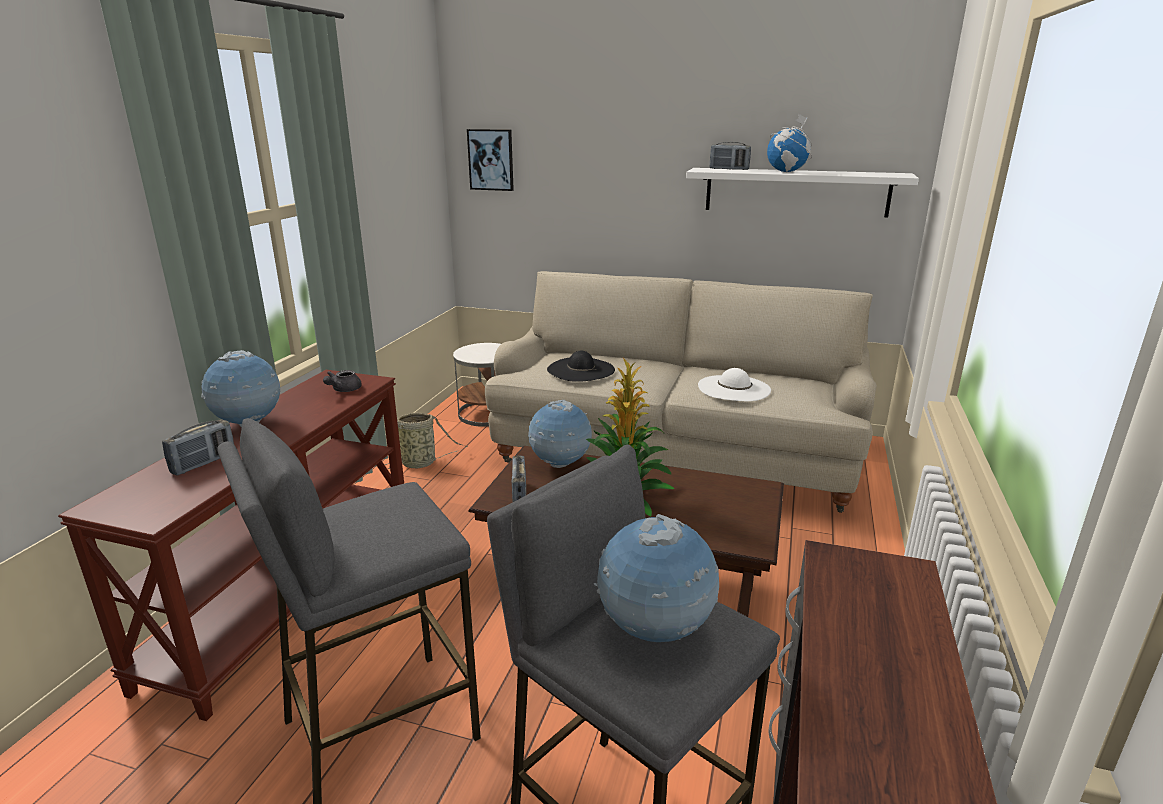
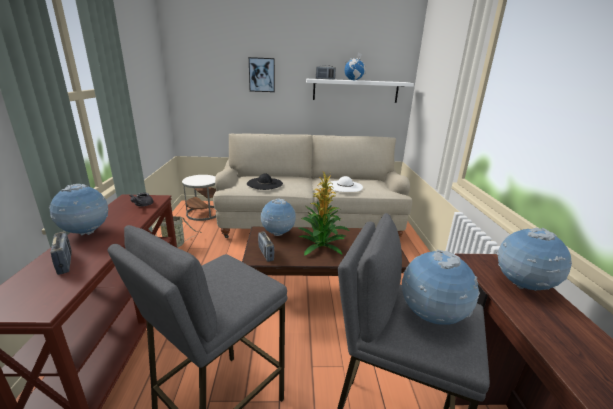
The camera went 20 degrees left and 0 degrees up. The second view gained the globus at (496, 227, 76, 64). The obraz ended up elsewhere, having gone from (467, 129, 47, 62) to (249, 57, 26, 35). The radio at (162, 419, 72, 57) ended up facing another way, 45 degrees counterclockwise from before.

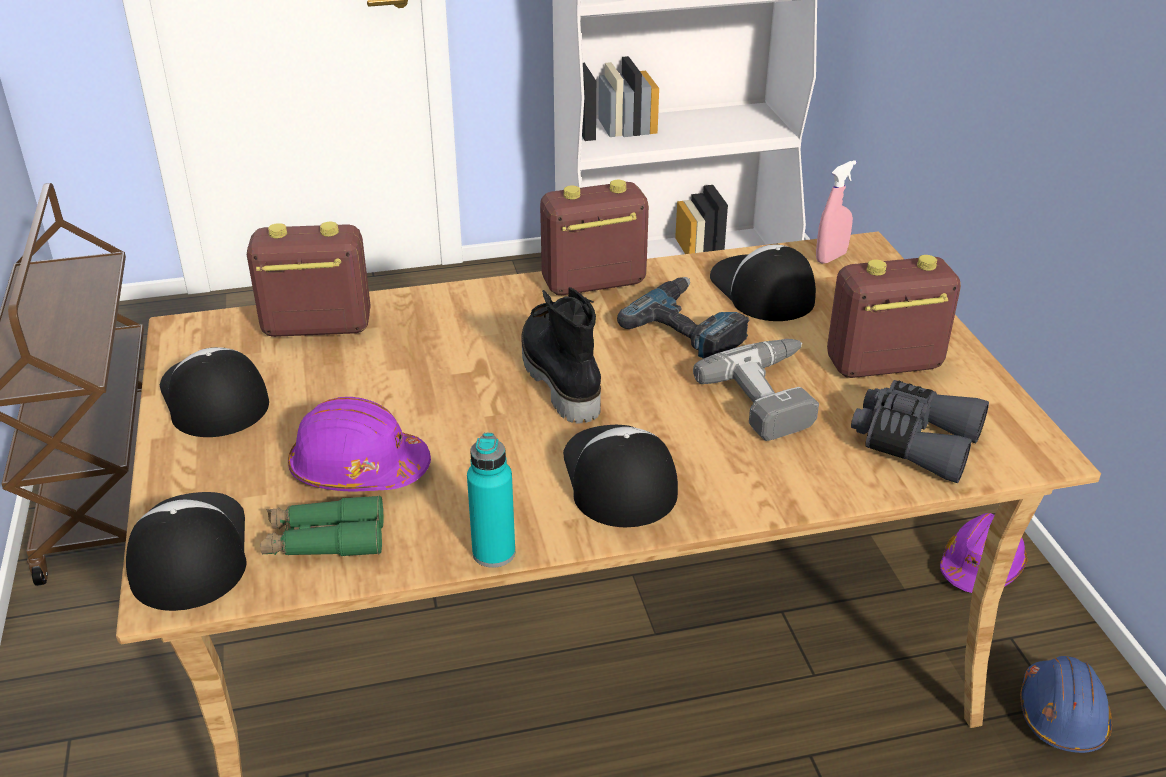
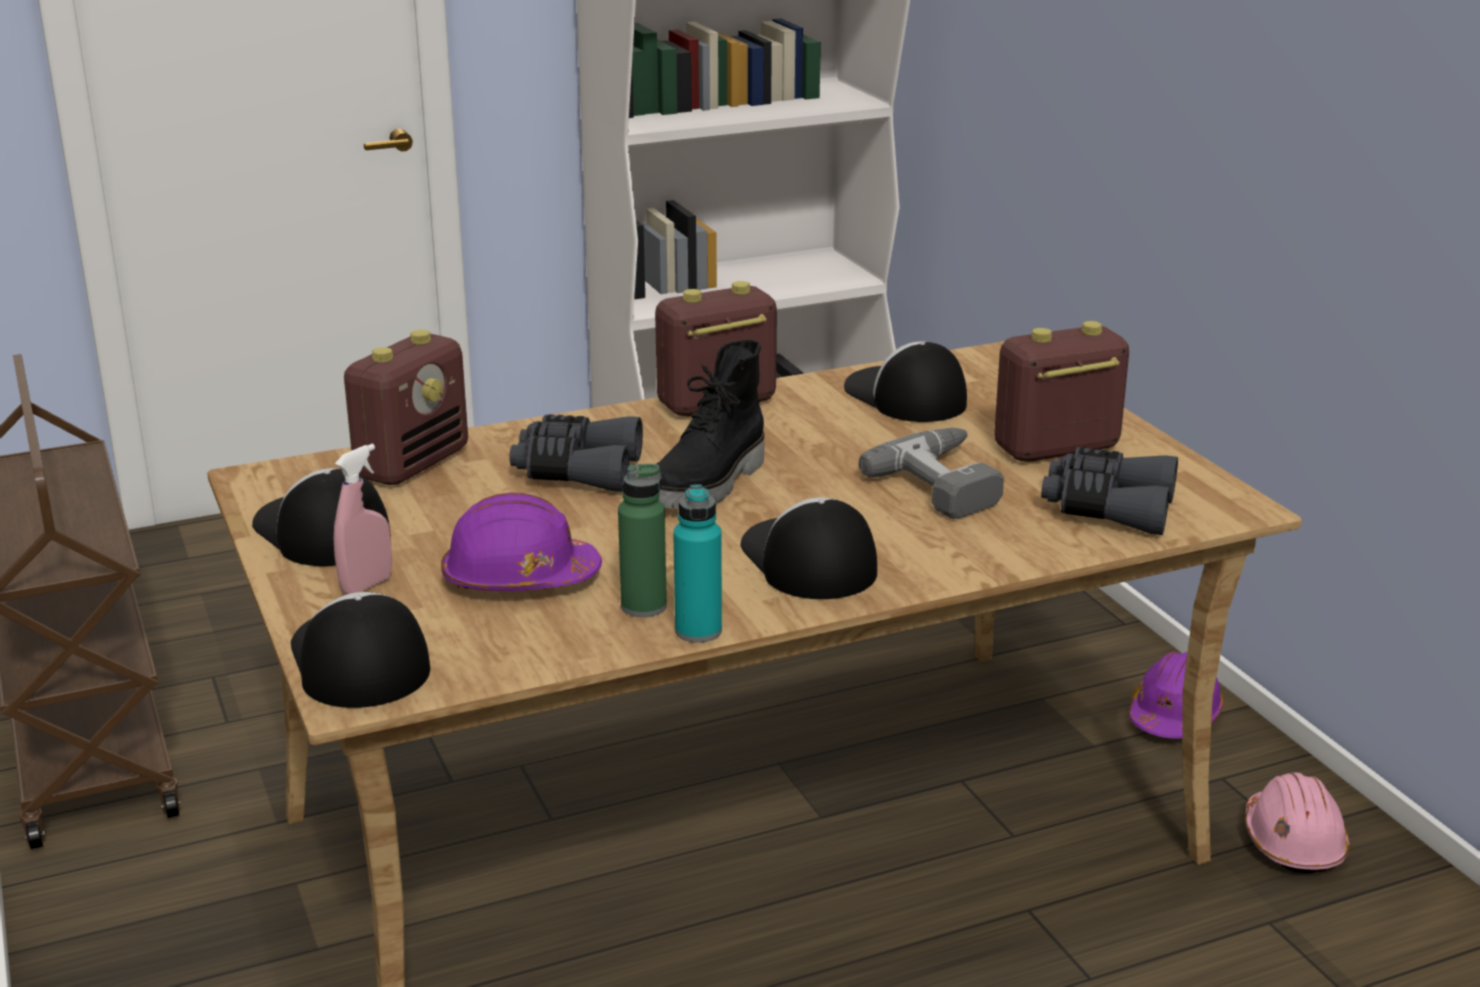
The camera went 10 degrees left and 10 degrees down. The second view lost the lornetka/zielony at (260, 495, 123, 61). The second view lost the wiertarka at (617, 277, 133, 82). The second view gained the lornetka/szary at (510, 414, 133, 78). The second view gained the butelka/zielony at (618, 464, 49, 153). The spryskiwacz/różowy ended up elsewhere, having gone from (816, 160, 40, 104) to (334, 444, 58, 150). What was the kask/niebieski at (1020, 656, 92, 97) turned into the kask/różowy at (1245, 773, 105, 100). The radio at (247, 222, 124, 115) ended up facing another way, 135 degrees clockwise from before. The but z cholewką/czarny at (521, 287, 80, 137) ended up facing another way, 120 degrees counterclockwise from before.

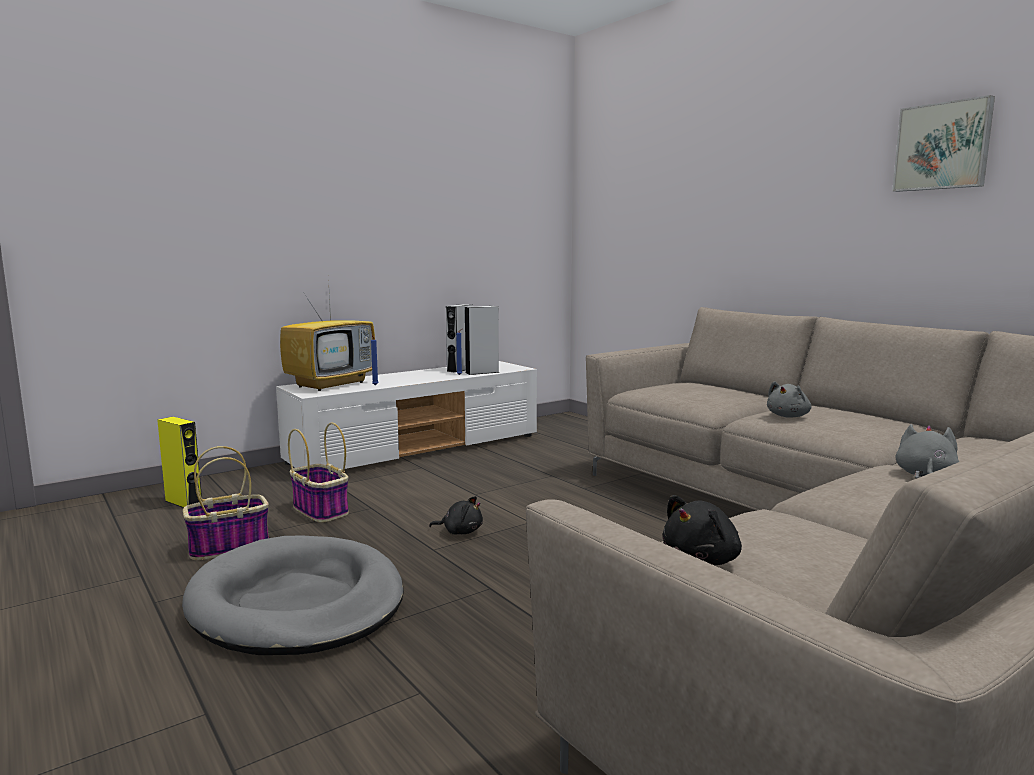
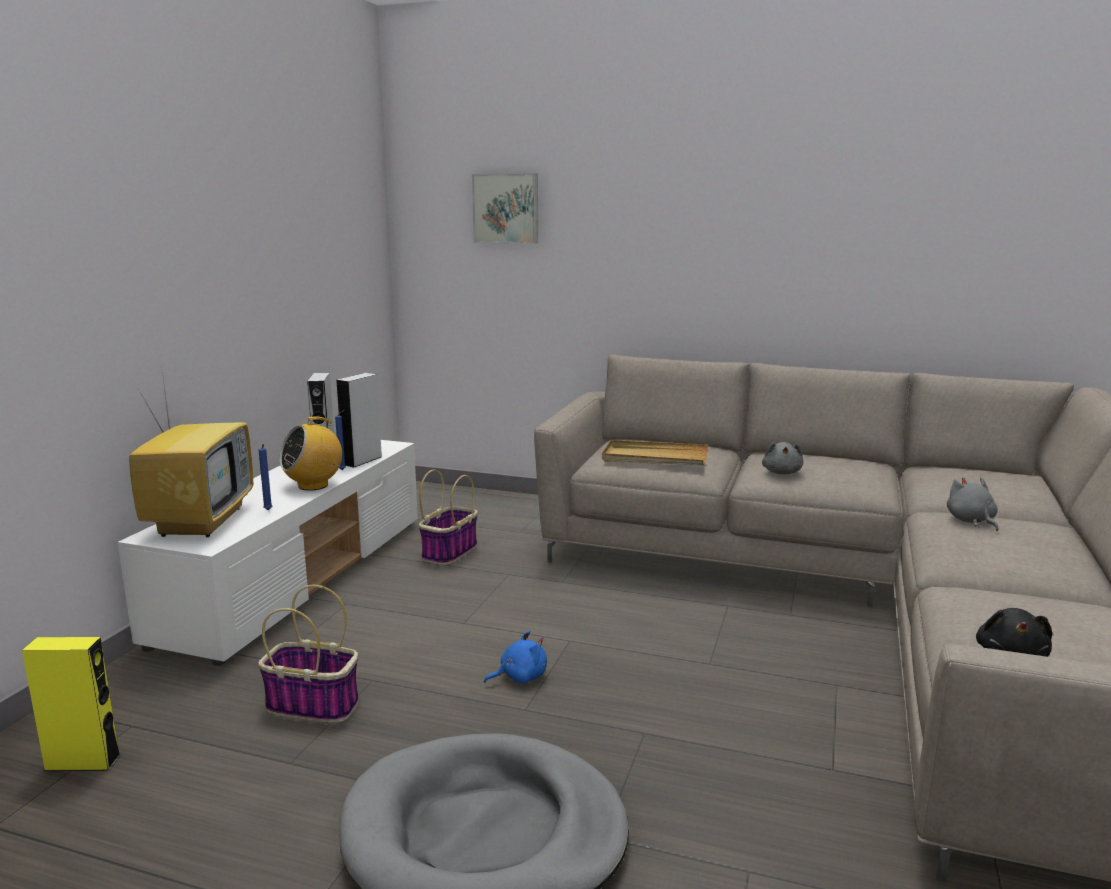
The camera went 35 degrees left and 5 degrees up. The second view gained the radio at (279, 416, 63, 75). The second view gained the taca/beżowy at (602, 440, 106, 25). The koszyk ended up elsewhere, having gone from (183, 446, 86, 114) to (419, 469, 59, 96). The obraz ended up elsewhere, having gone from (892, 95, 103, 97) to (472, 174, 66, 70). What was the pluszak/czarny at (429, 496, 54, 38) turned into the pluszak/niebieski at (484, 631, 63, 53).

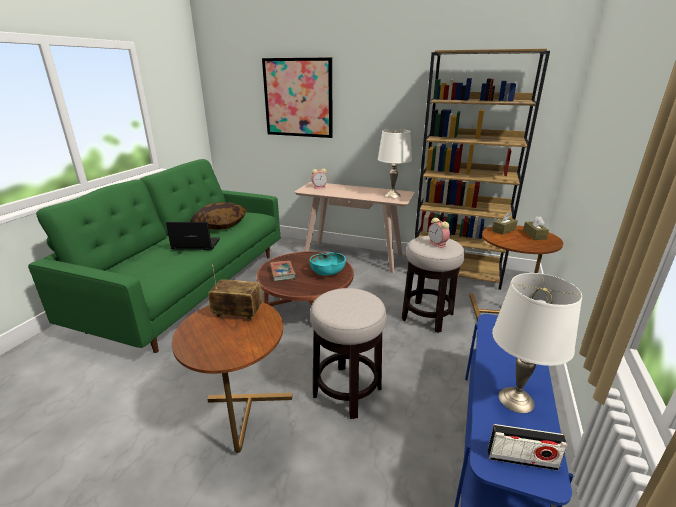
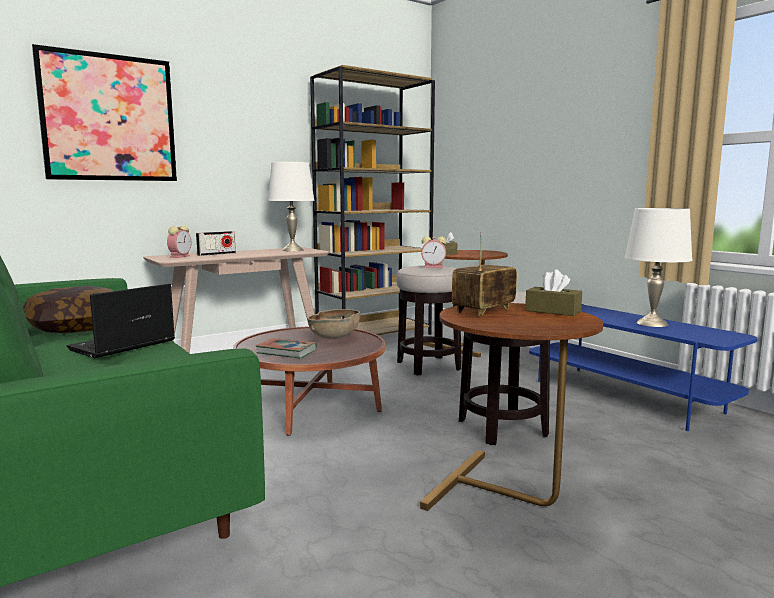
The camera went 55 degrees left and 15 degrees down. The radio ended up elsewhere, having gone from (488, 424, 79, 47) to (196, 231, 40, 25). The pudełko chusteczek/brązowy ended up elsewhere, having gone from (523, 216, 26, 24) to (525, 269, 57, 47). What was the miska/turkusowy at (310, 252, 36, 24) turned into the miska/brązowy at (307, 309, 53, 30).

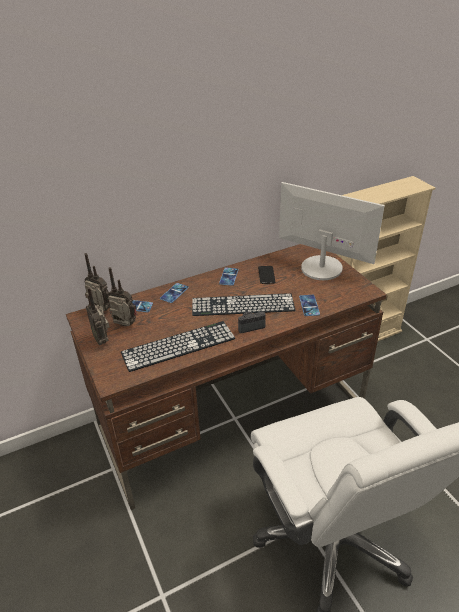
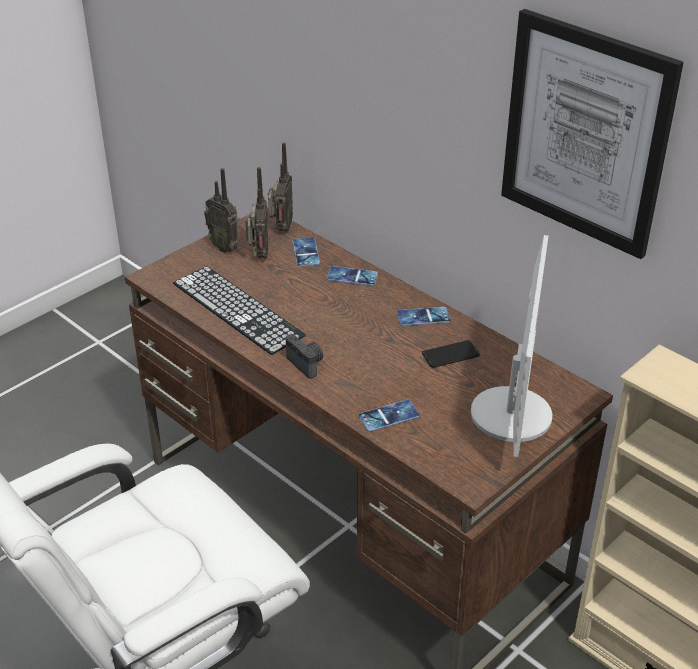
The camera went 70 degrees right and 0 degrees up. The second view lost the klawiatura at (192, 293, 103, 23). The second view gained the obraz at (501, 9, 183, 250). The radio at (86, 287, 24, 58) ended up facing another way, 90 degrees counterclockwise from before.

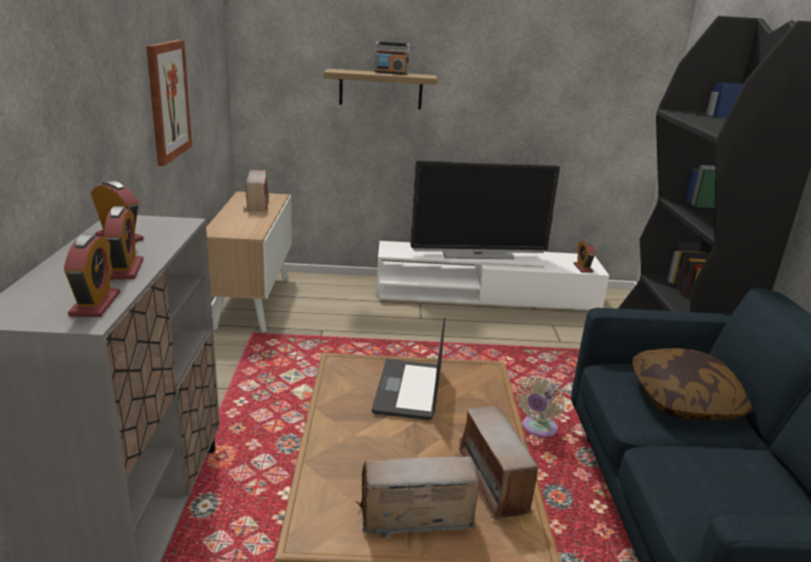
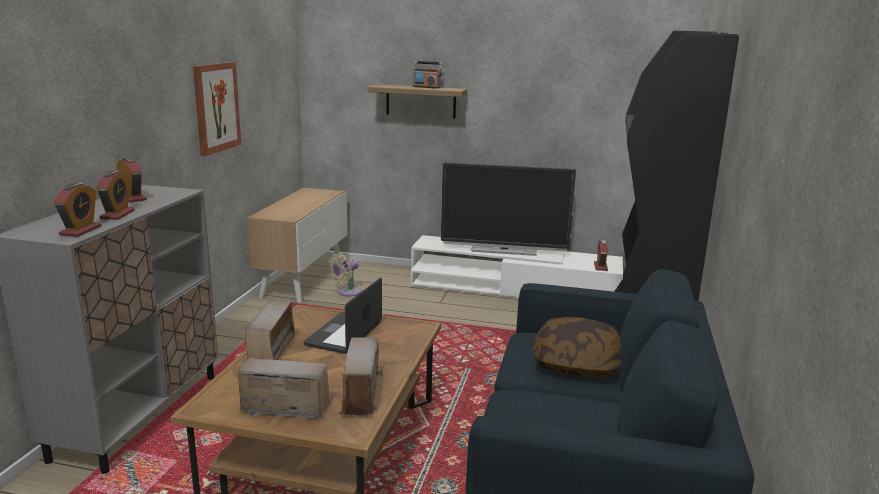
The camera went 15 degrees right and 5 degrees down. The radio ended up elsewhere, having gone from (244, 170, 25, 42) to (243, 300, 55, 63). The wentylator/beżowy ended up elsewhere, having gone from (516, 376, 48, 61) to (329, 253, 32, 44).

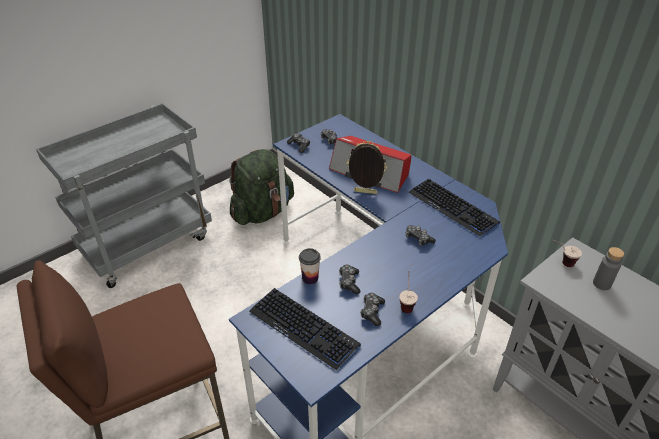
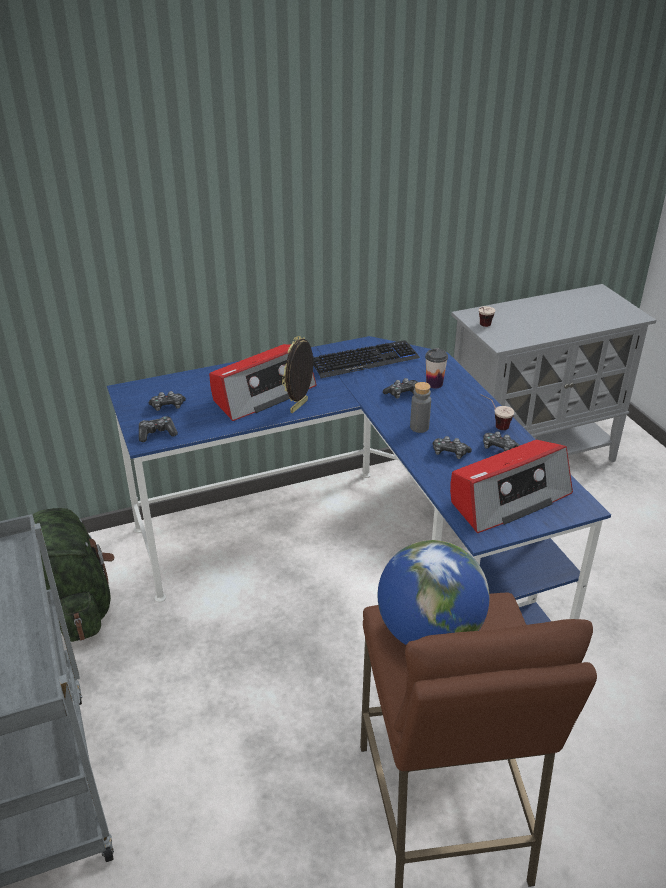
The camera went 70 degrees left and 5 degrees down. The second view gained the globus at (378, 540, 111, 105). The filiżanka ended up elsewhere, having gone from (299, 248, 22, 36) to (425, 349, 23, 40). The butelka/szary ended up elsewhere, having gone from (593, 247, 31, 43) to (410, 382, 21, 51). Where the klawiatura stood at (249, 288, 112, 83), the radio came to stand at (450, 440, 123, 93).

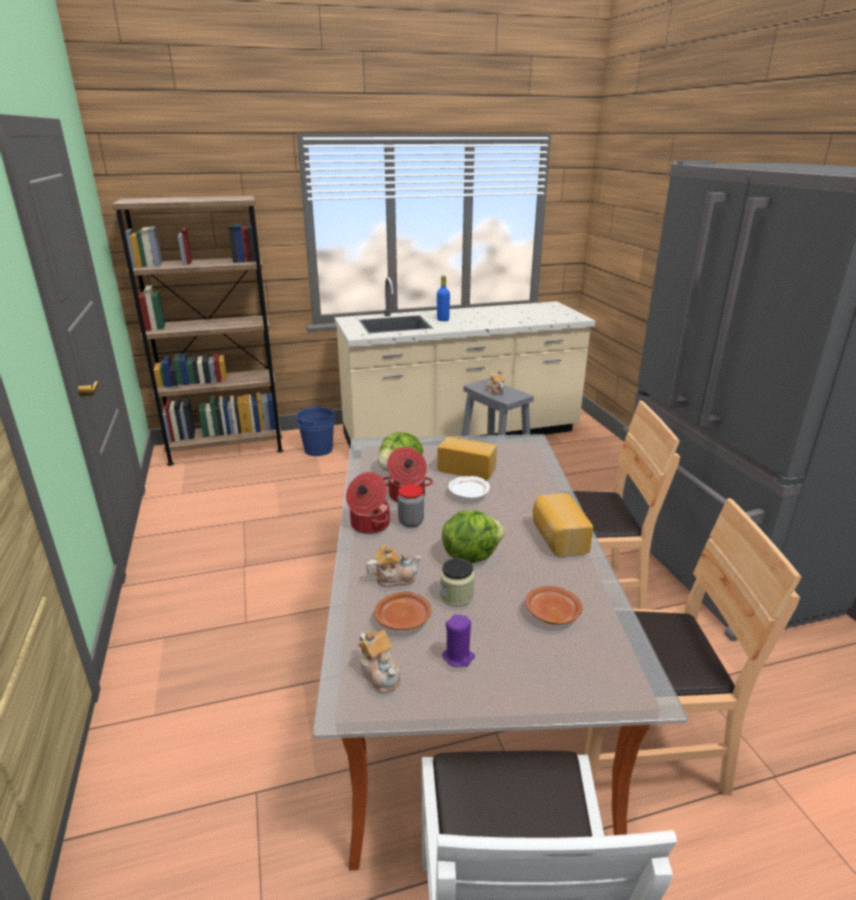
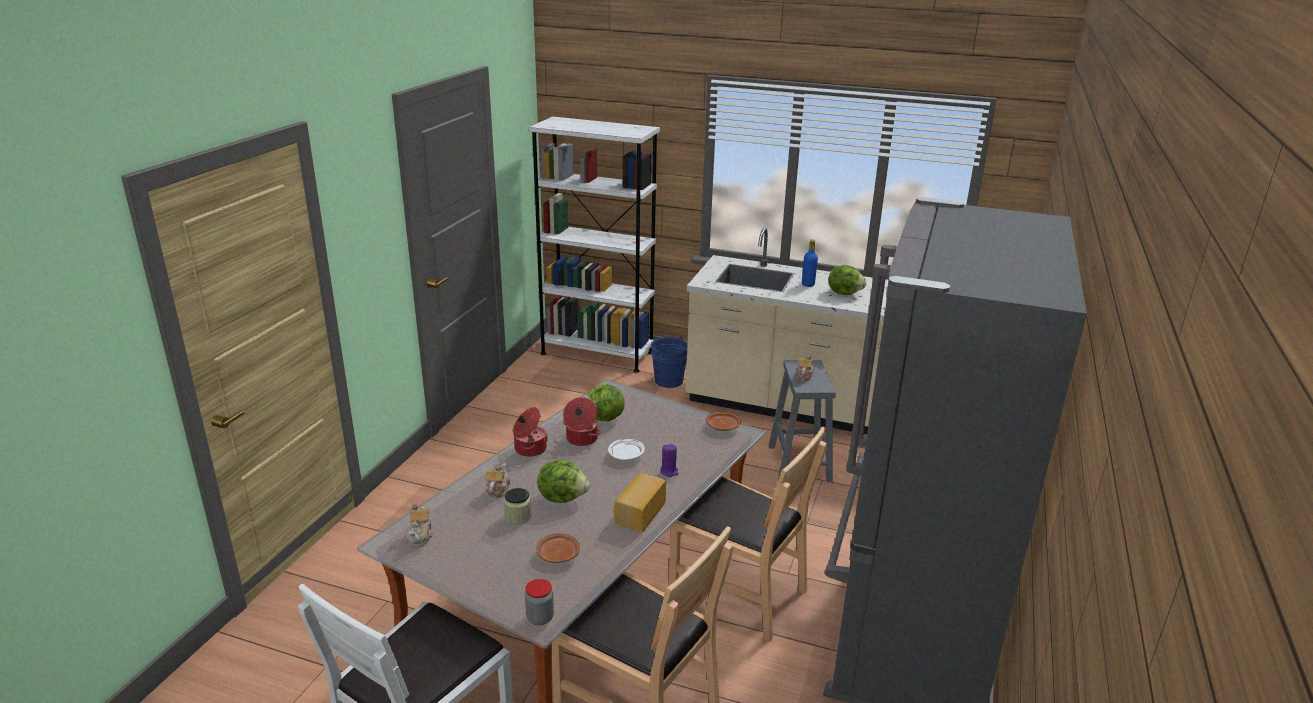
The camera went 35 degrees right and 0 degrees up. The second view lost the chleb at (437, 437, 60, 43). The second view gained the sałata at (828, 265, 39, 30). The talerz/brązowy ended up elsewhere, having gone from (374, 592, 58, 38) to (706, 412, 35, 19). The słoik ended up elsewhere, having gone from (398, 484, 26, 44) to (525, 579, 29, 46). The świeca/fioletowy ended up elsewhere, having gone from (442, 615, 33, 52) to (660, 444, 18, 33). What was the regał/brązowy at (112, 195, 171, 271) turned into the regał/biały at (529, 117, 131, 256). The imbryk at (366, 544, 56, 43) ended up facing another way, 105 degrees counterclockwise from before.

